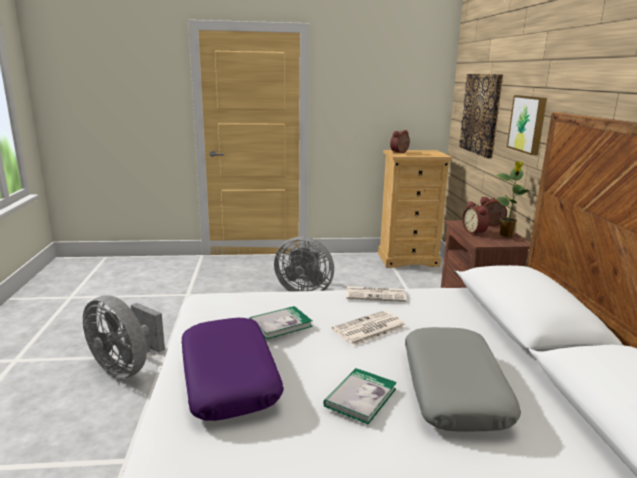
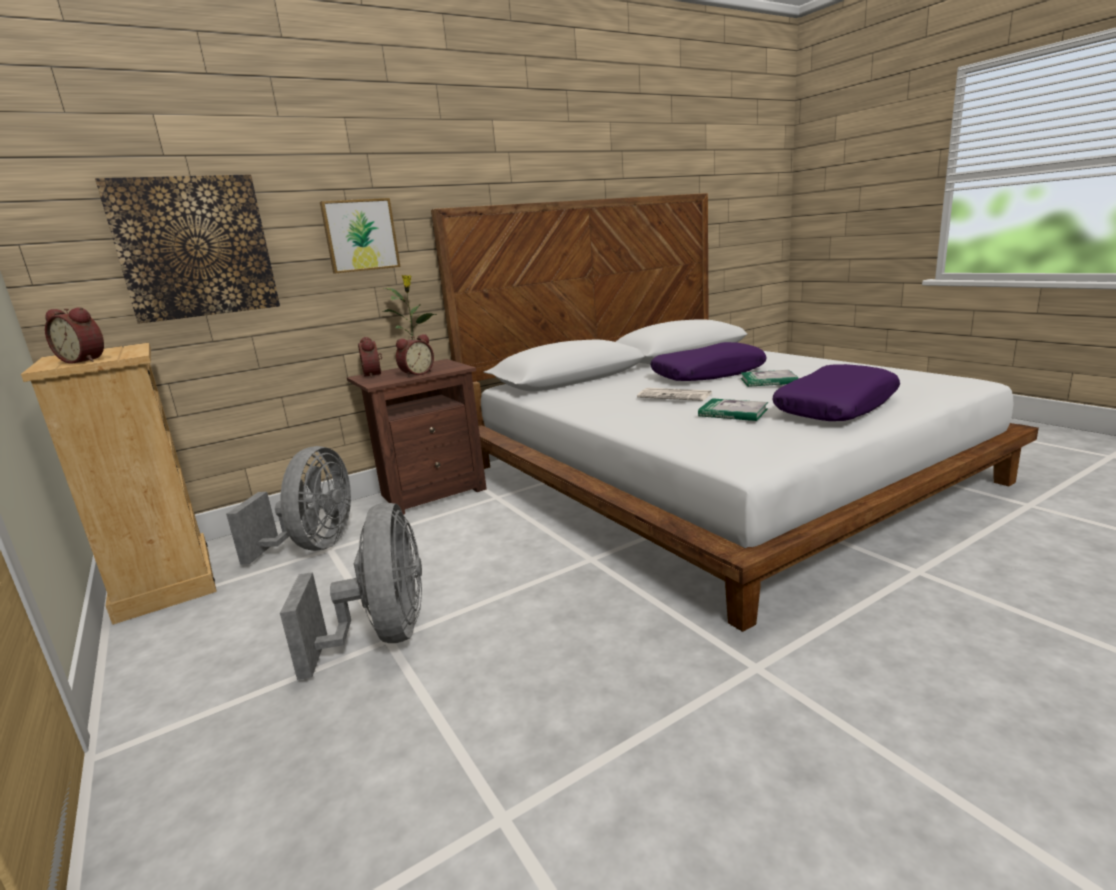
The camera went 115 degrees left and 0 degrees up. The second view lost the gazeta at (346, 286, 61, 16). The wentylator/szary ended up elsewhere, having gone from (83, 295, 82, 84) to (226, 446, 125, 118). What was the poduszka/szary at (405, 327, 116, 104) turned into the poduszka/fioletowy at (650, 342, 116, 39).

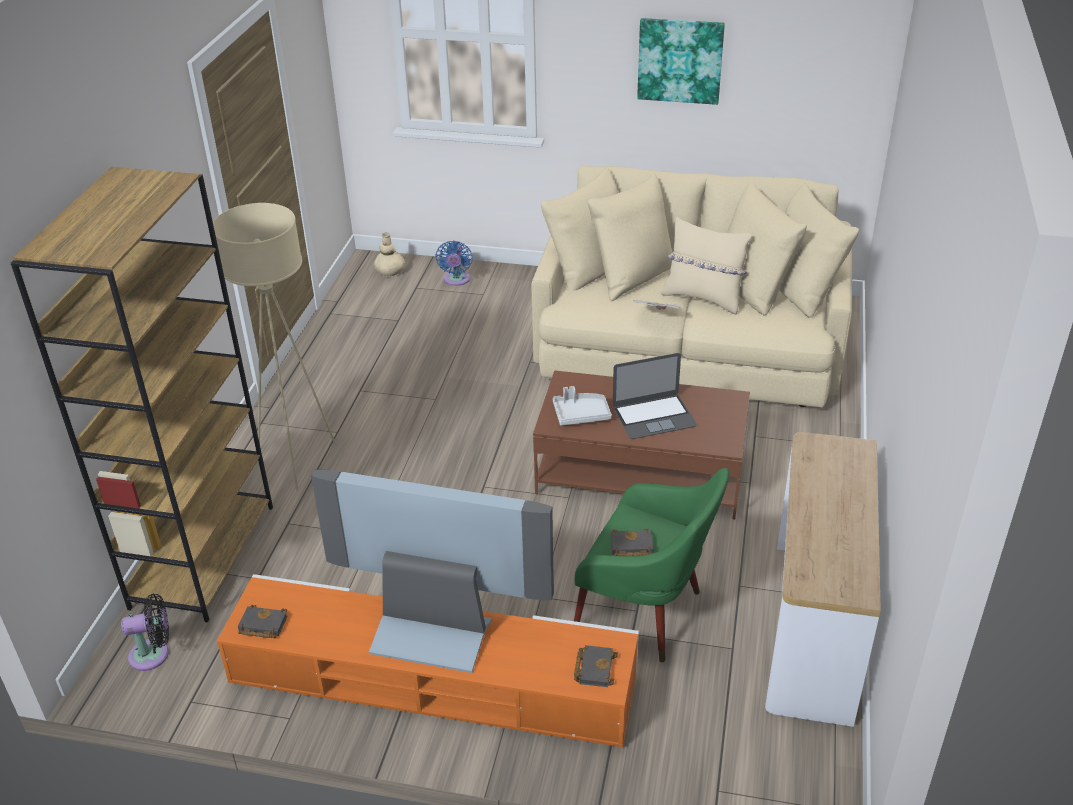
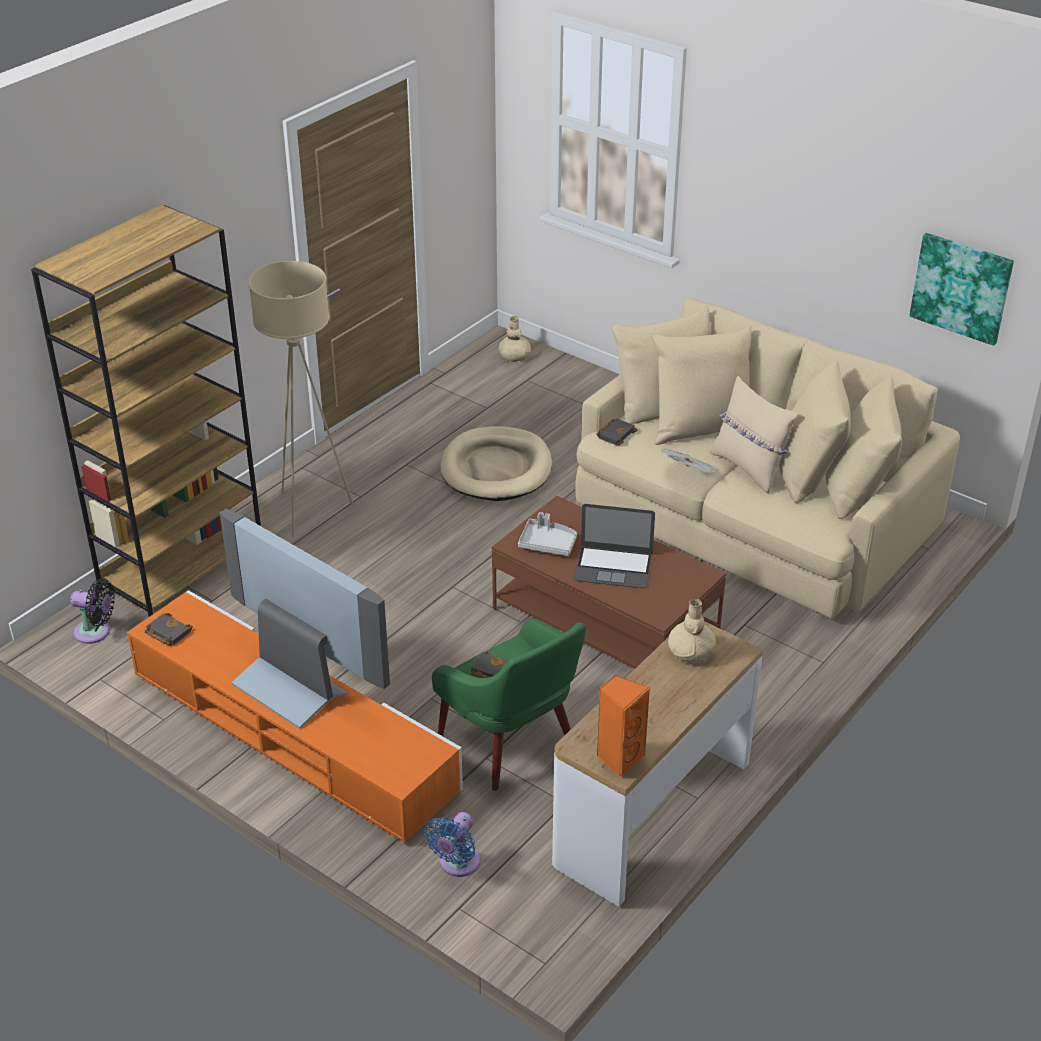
The camera went 25 degrees right and 0 degrees up. The second view gained the legowisko/beżowy at (440, 426, 112, 75). The second view gained the głośnik/pomarańczowy at (597, 675, 53, 102). The second view gained the wazon/beżowy at (668, 599, 48, 64). The wentylator/niebieski ended up elsewhere, having gone from (435, 240, 38, 46) to (424, 812, 57, 65). The książka/czarny ended up elsewhere, having gone from (574, 645, 44, 42) to (596, 419, 41, 26). The obraz ended up elsewhere, having gone from (637, 18, 88, 87) to (909, 233, 105, 113).

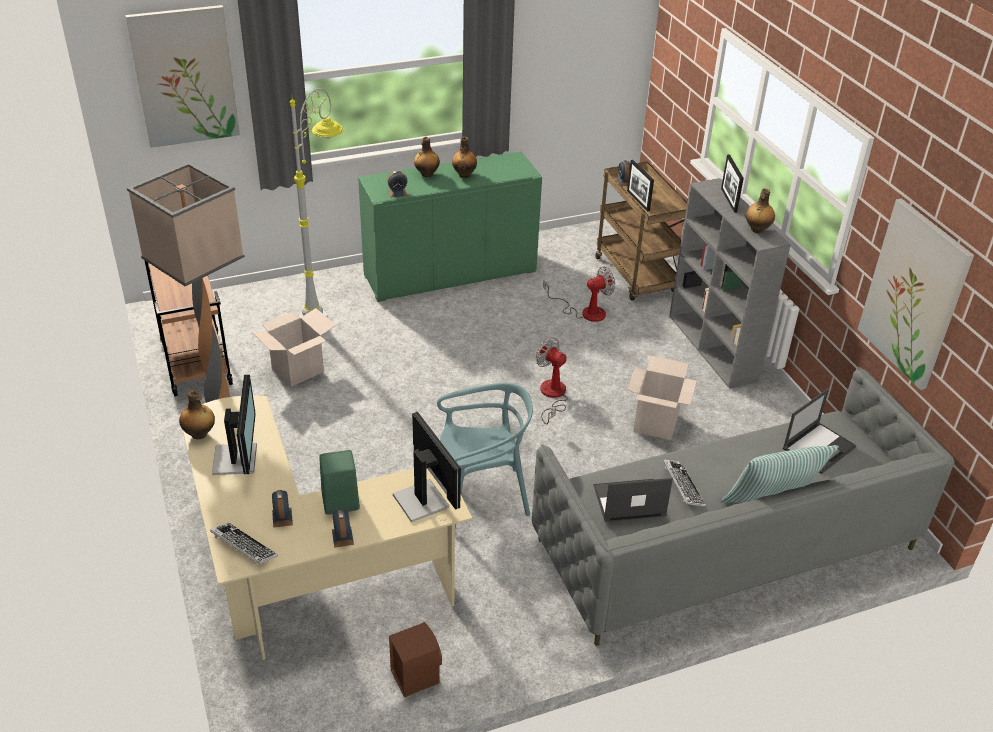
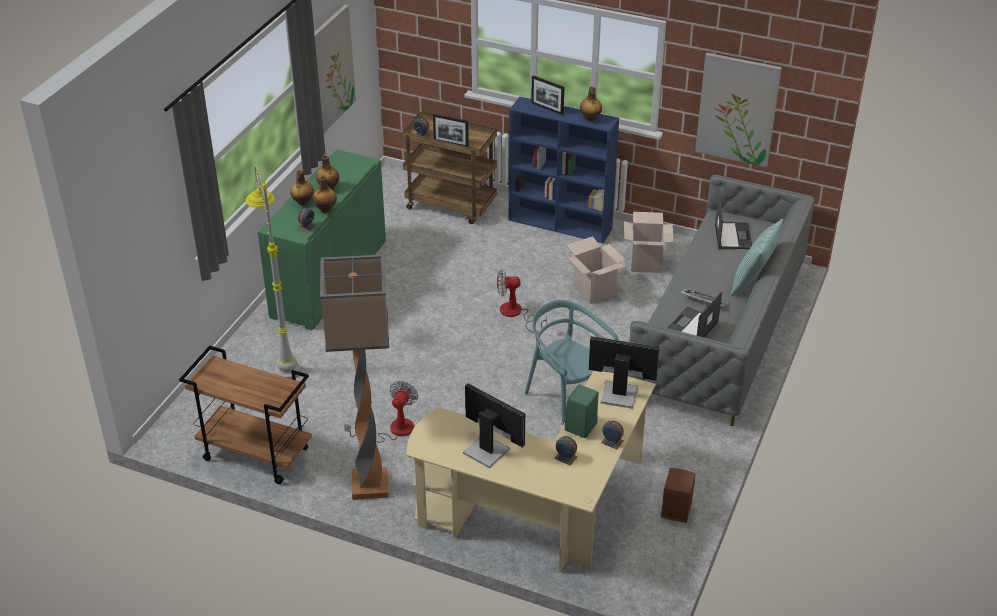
The camera went 45 degrees left and 0 degrees up. The second view lost the klawiatura at (210, 522, 68, 42). The obraz ended up elsewhere, having gone from (125, 5, 115, 143) to (314, 5, 42, 128). The butelka ended up elsewhere, having gone from (179, 390, 36, 49) to (313, 176, 24, 37). The karton ended up elsewhere, having gone from (251, 308, 85, 79) to (624, 212, 49, 61). The wentylator ended up elsewhere, having gone from (543, 267, 72, 55) to (344, 381, 74, 62). What was the regał/szary at (669, 178, 122, 211) turned into the regał/niebieski at (509, 97, 110, 146). The krzesło/turkusowy at (437, 383, 96, 145) ended up facing another way, 75 degrees counterclockwise from before.

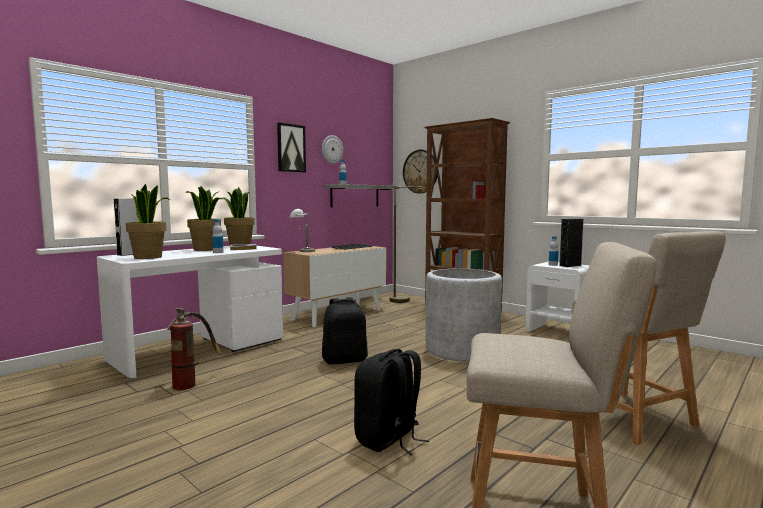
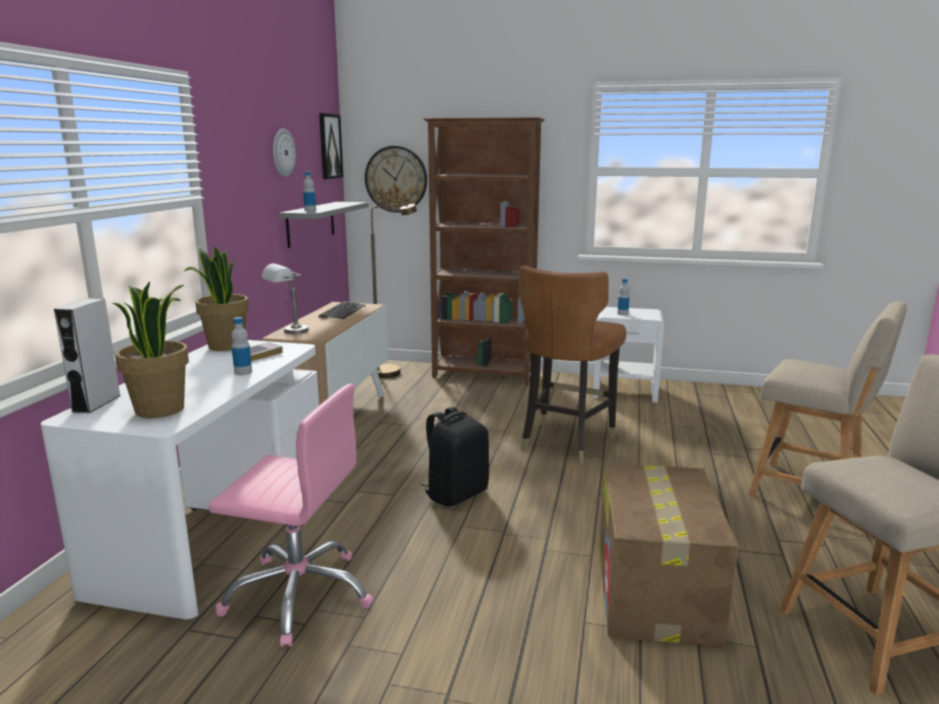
The camera went 30 degrees left and 10 degrees up. The second view lost the roślina doniczkowa at (185, 186, 37, 65). The second view lost the głośnik/czarny at (560, 219, 23, 48). The obraz ended up elsewhere, having gone from (277, 123, 29, 50) to (319, 113, 24, 66). Where the gaśnica stood at (167, 308, 54, 82), the krzesło biurowe/różowy came to stand at (209, 383, 164, 264). Where the plecak/czarny stood at (354, 349, 75, 107), the karton came to stand at (599, 463, 140, 184). Where the donica/szary stood at (425, 269, 77, 93), the krzesło/brązowy came to stand at (519, 265, 107, 199).

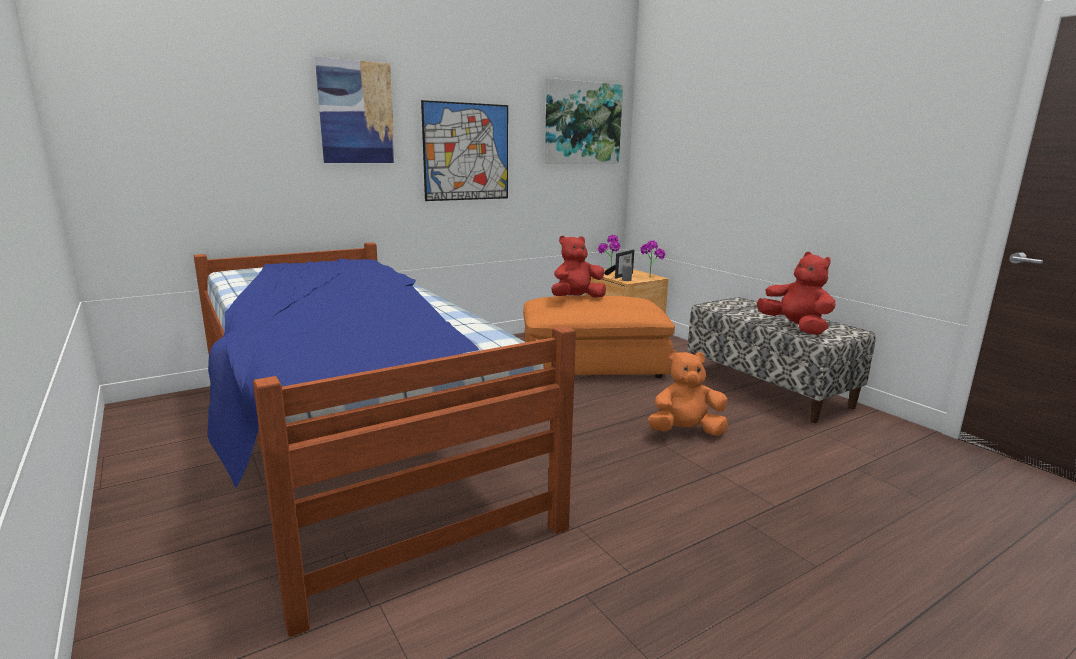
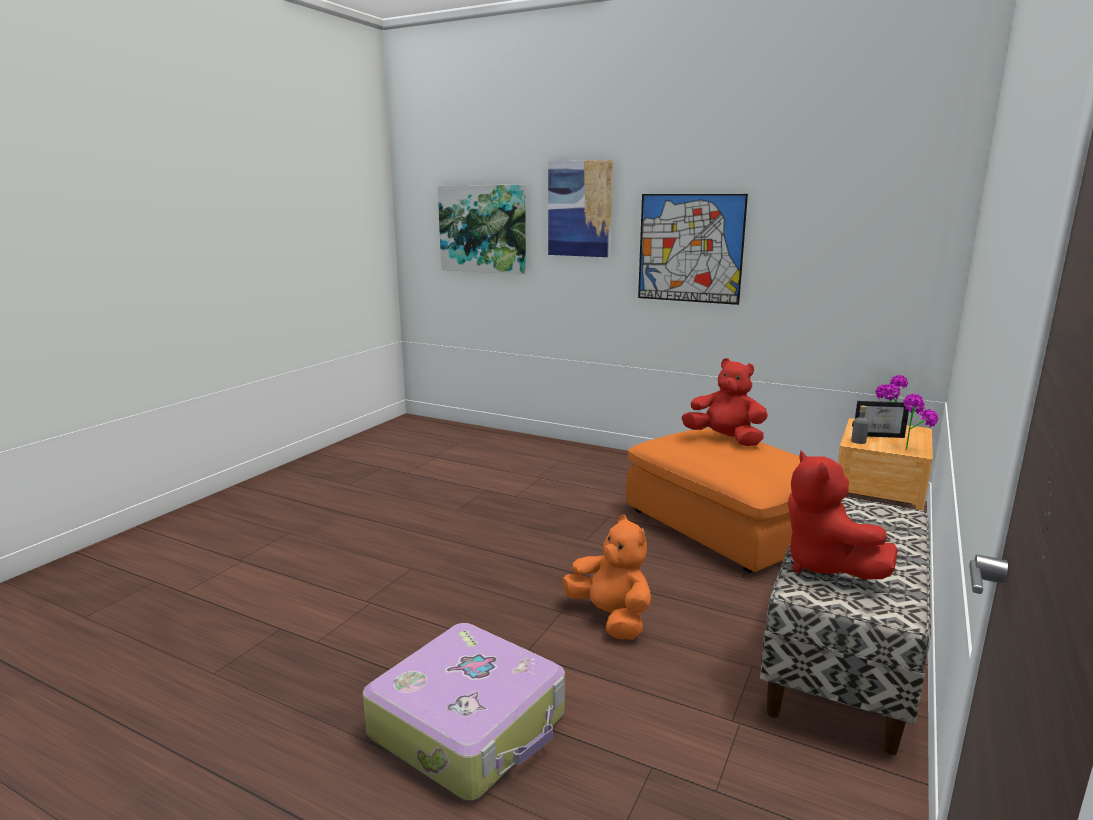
The camera went 60 degrees right and 0 degrees up. The second view lost the łóżko at (194, 242, 382, 395). The second view gained the walizka at (363, 623, 202, 177). The obraz ended up elsewhere, having gone from (545, 78, 78, 85) to (438, 185, 88, 90). The pluszak/czerwony at (757, 252, 78, 83) ended up facing another way, 135 degrees clockwise from before.

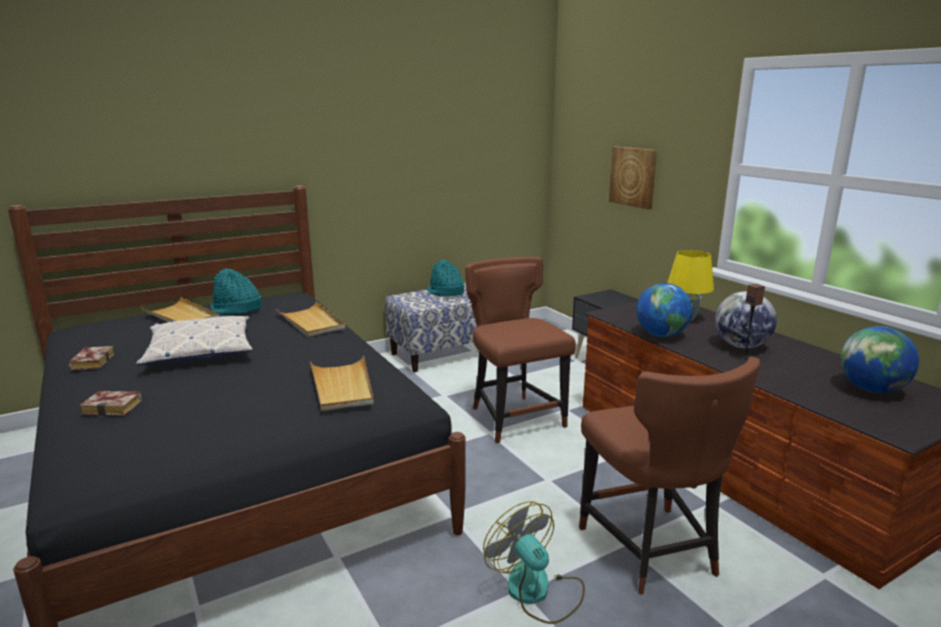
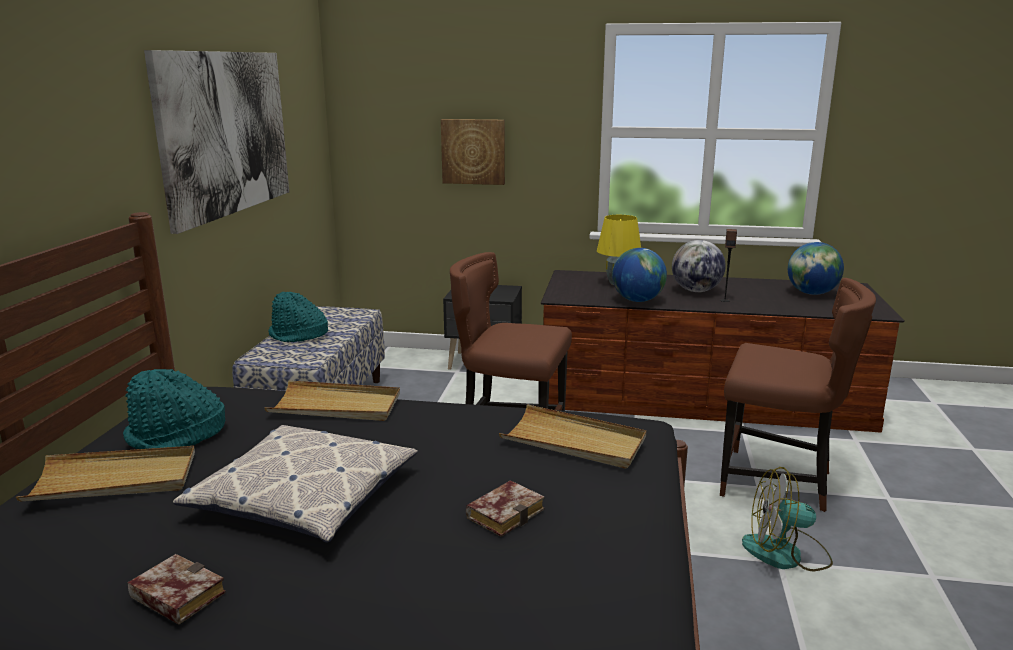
The camera went 50 degrees left and 0 degrees up. The second view gained the obraz at (144, 50, 145, 184). The książka ended up elsewhere, having gone from (79, 391, 63, 26) to (466, 480, 79, 57).

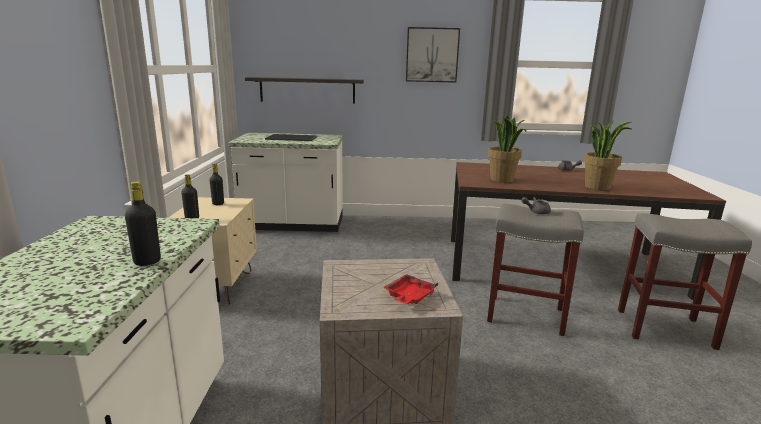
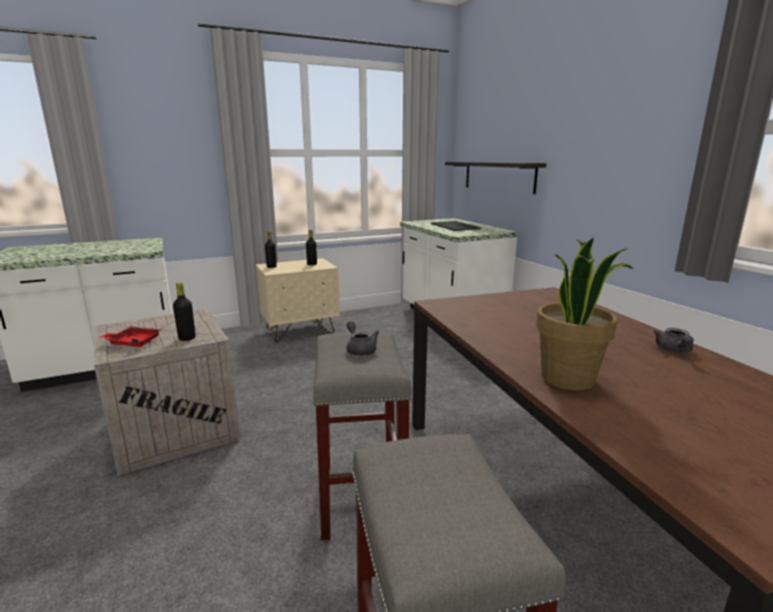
The camera went 65 degrees right and 0 degrees up. The second view lost the obraz at (406, 27, 54, 56). The second view lost the roślina doniczkowa at (488, 115, 39, 68). The butelka/czarny ended up elsewhere, having gone from (125, 181, 36, 85) to (173, 282, 23, 59).

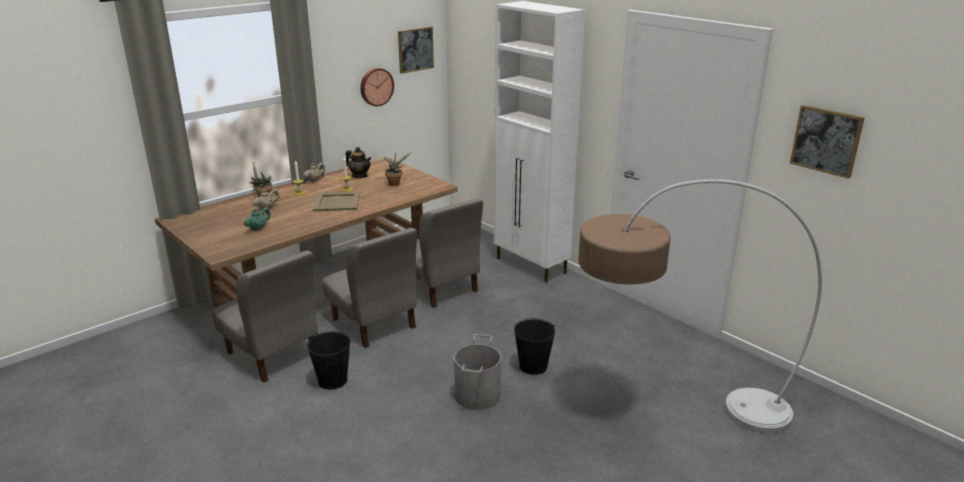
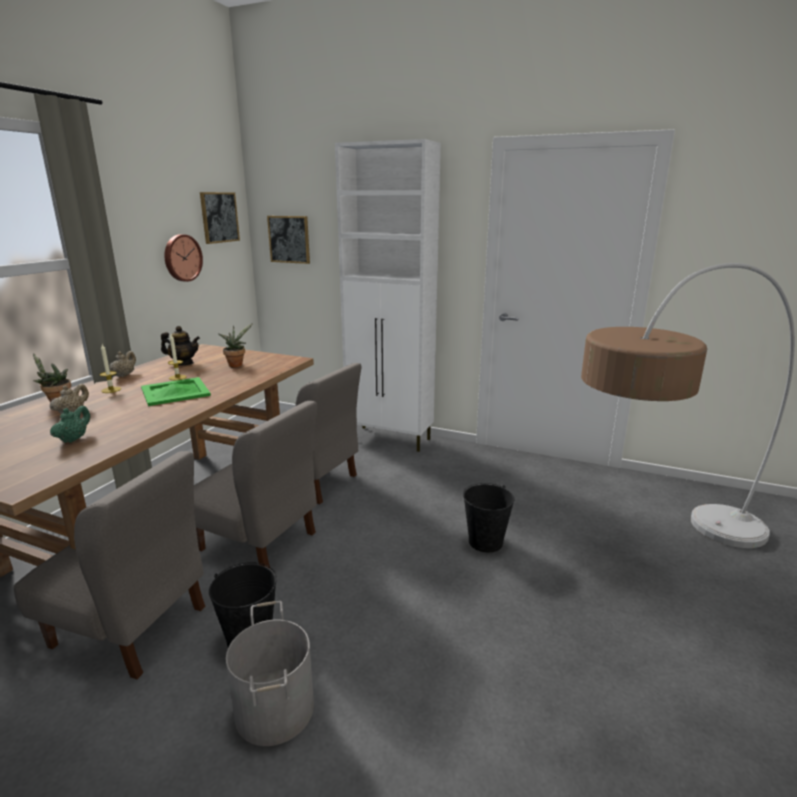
The camera went 25 degrees left and 5 degrees down. The wiadro/szary ended up elsewhere, having gone from (454, 334, 47, 76) to (226, 601, 88, 145). The obraz ended up elsewhere, having gone from (790, 105, 75, 74) to (267, 216, 43, 48). What was the taca/beżowy at (313, 192, 47, 19) turned into the taca/zielony at (141, 377, 70, 29).

